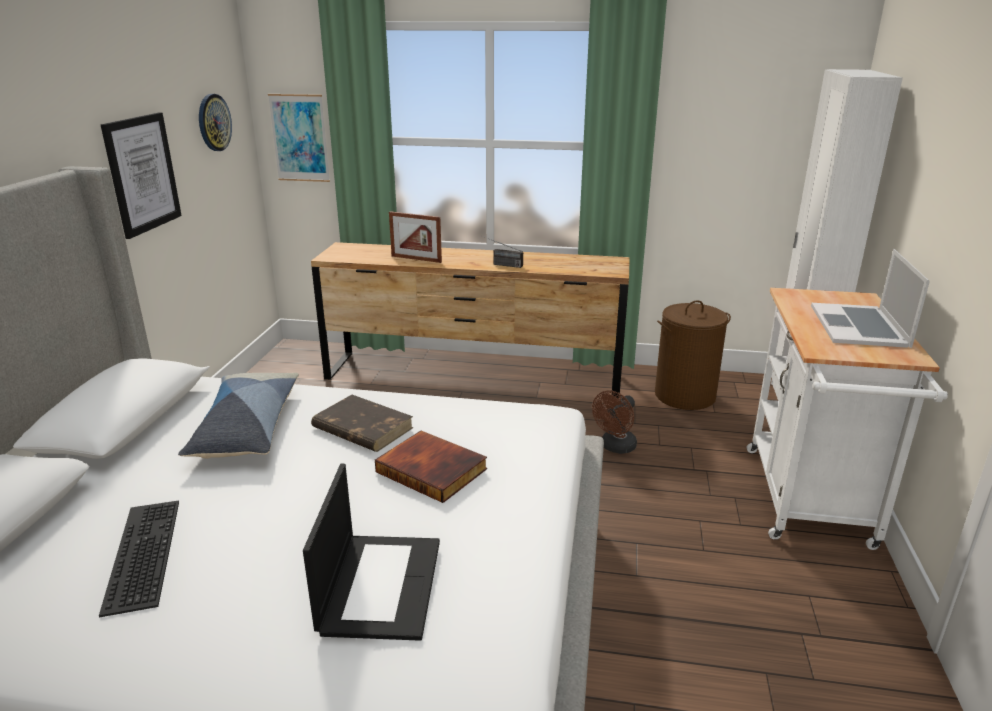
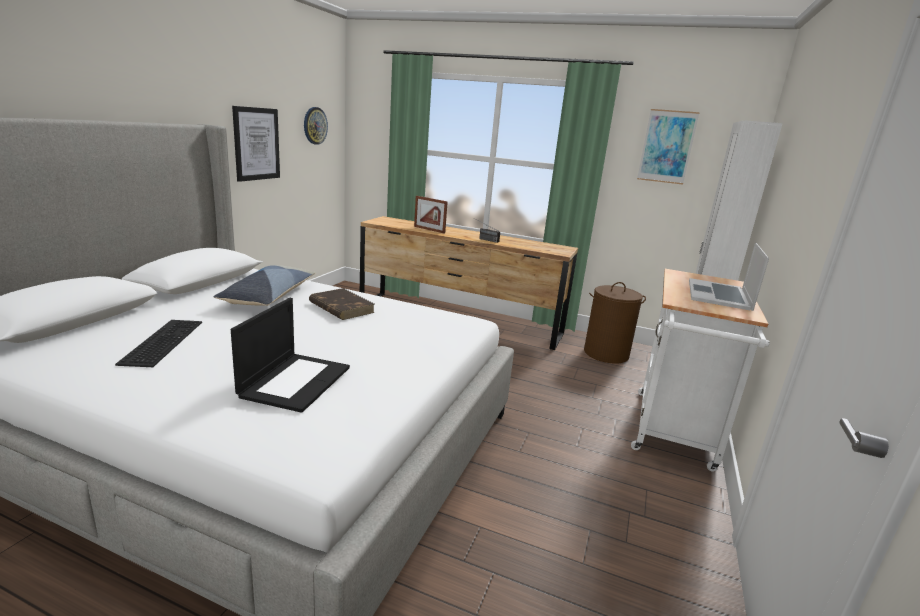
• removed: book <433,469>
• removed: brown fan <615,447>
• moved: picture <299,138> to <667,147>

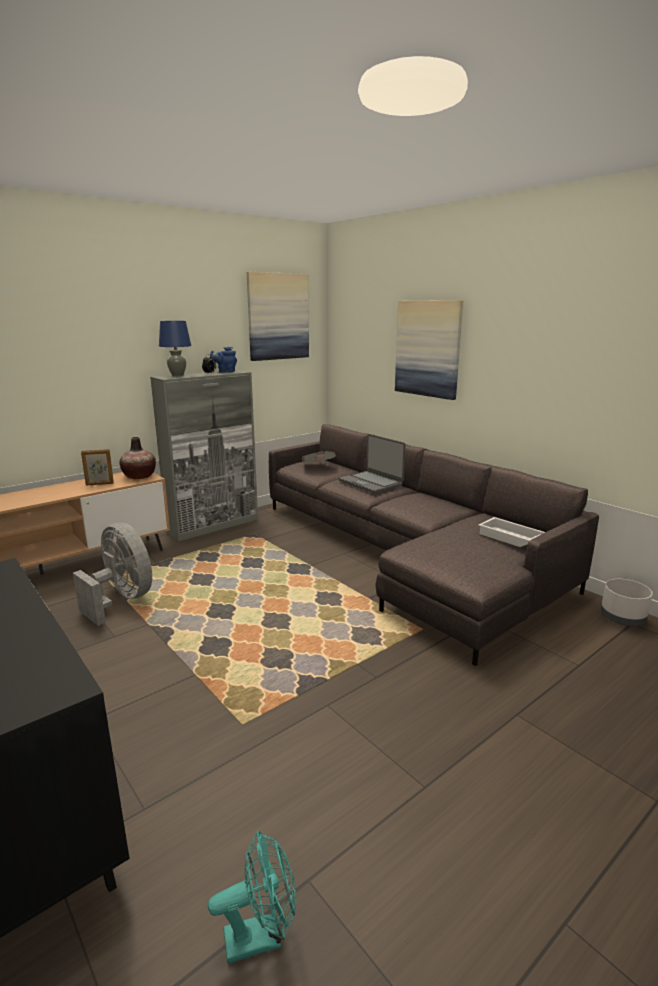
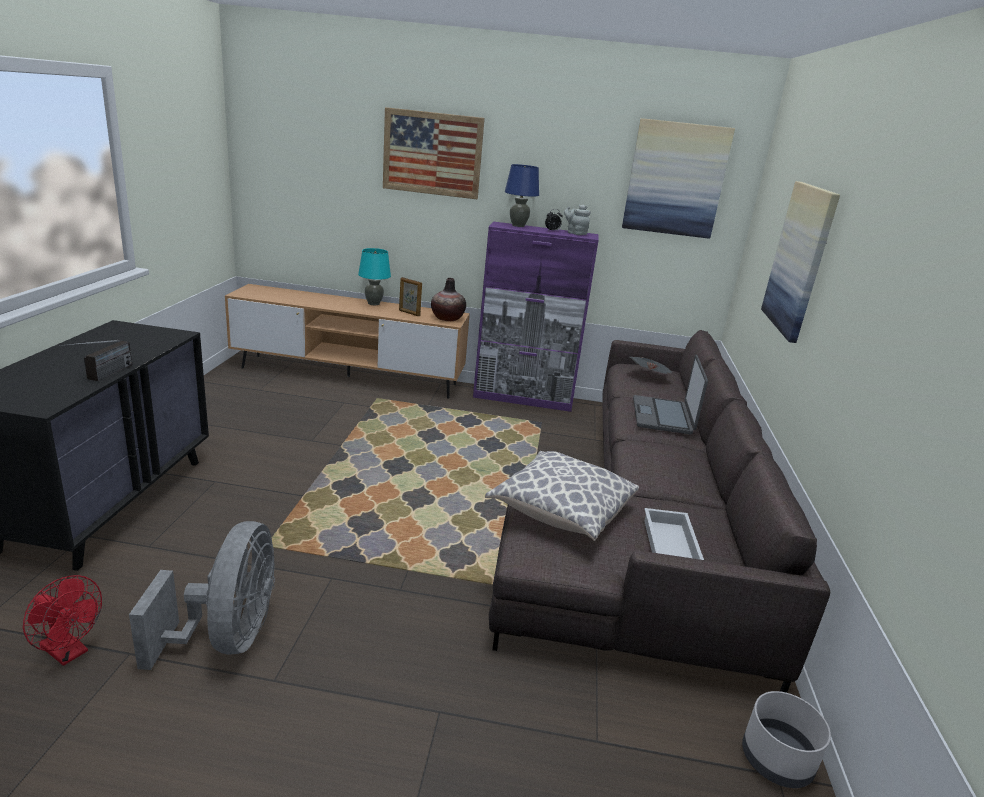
• added: radio <102,376>
• added: turquoise table lamp <373,303>
• added: picture <432,153>
• added: pillow <560,512>
• moved: grey fan <122,600> to <228,637>
• recoloured: grey cabinet <214,525> to purple cabinet <523,398>
• recoloured: turquoise fan <261,936> to red fan <69,652>
• recoloured: blue teapot <225,371> to grey teapot <575,233>

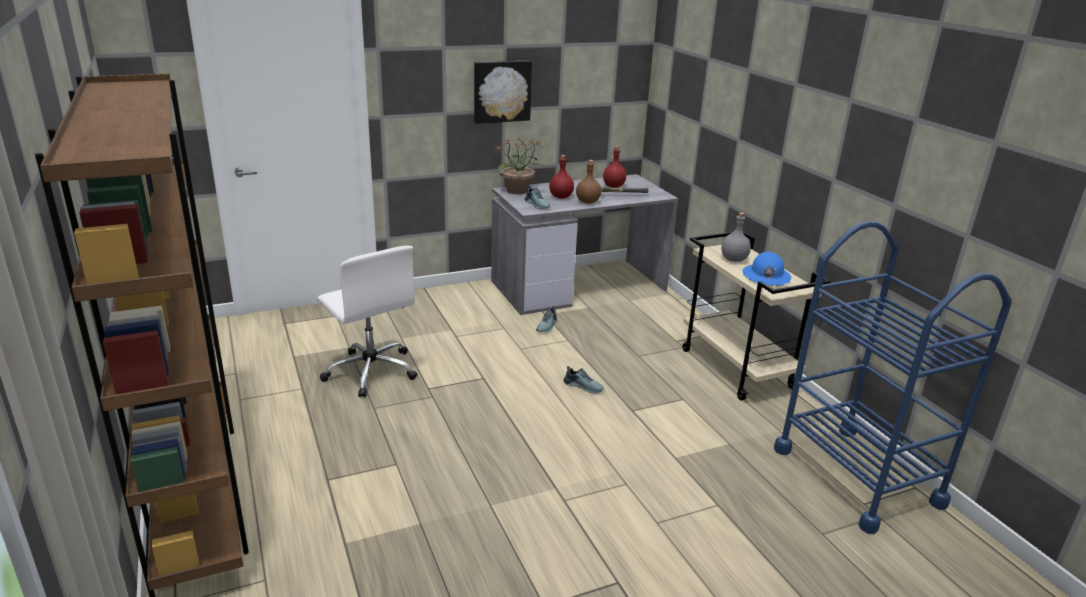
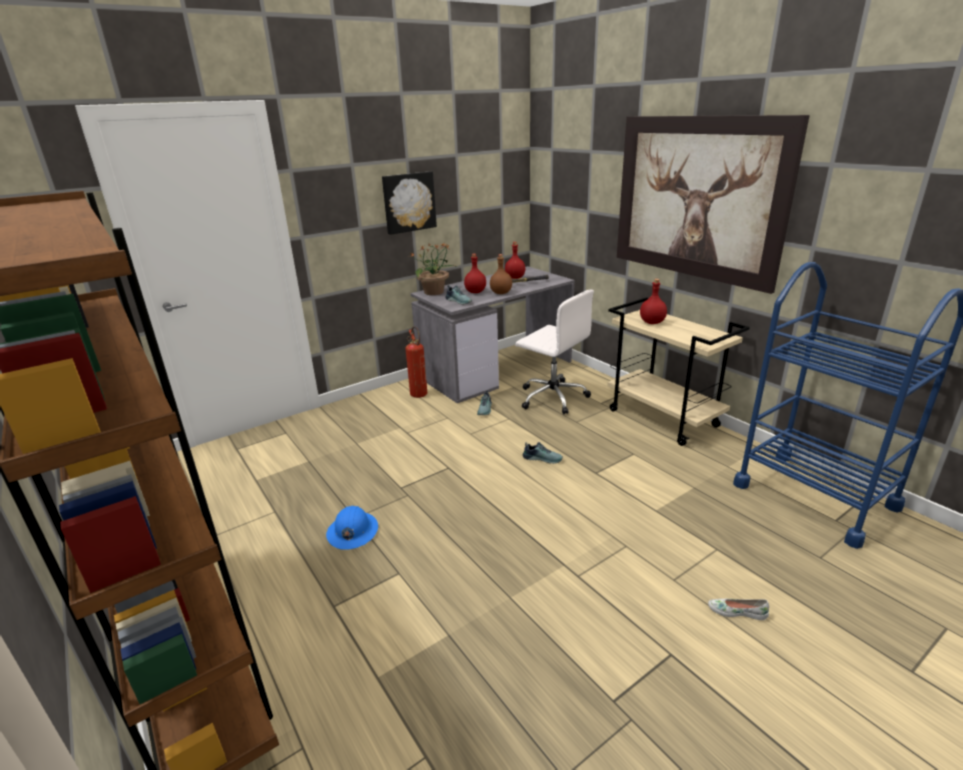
• added: fire extinguisher <420,396>
• added: picture <697,198>
• added: white shoe <737,611>
• moved: white office chair <371,371> to <552,397>
• moved: blue hard hat <765,276> to <352,532>
• recoloured: grey bottle <733,260> to red bottle <652,322>

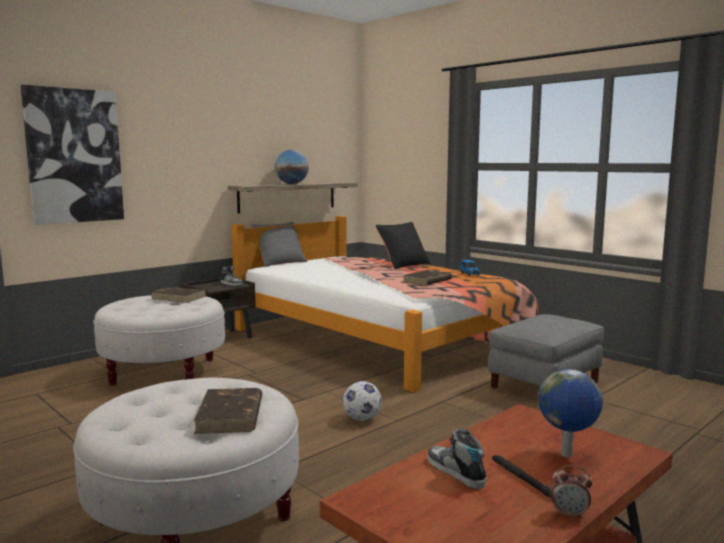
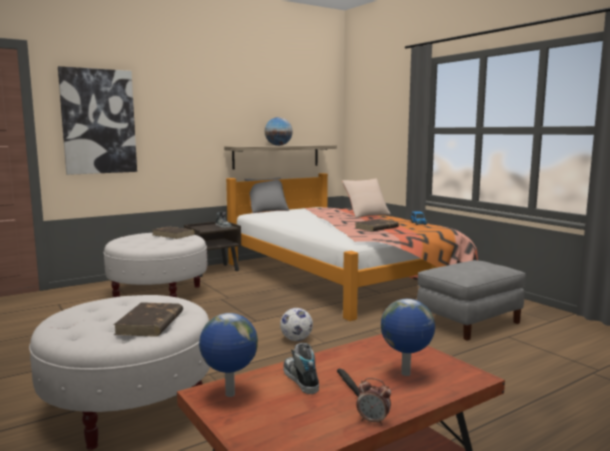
• added: globe <229,395>
• recoloured: black pillow <403,264> to beige pillow <366,214>

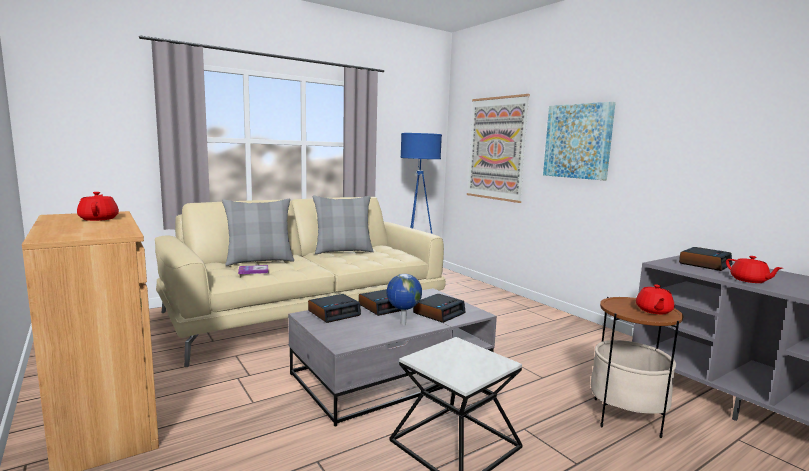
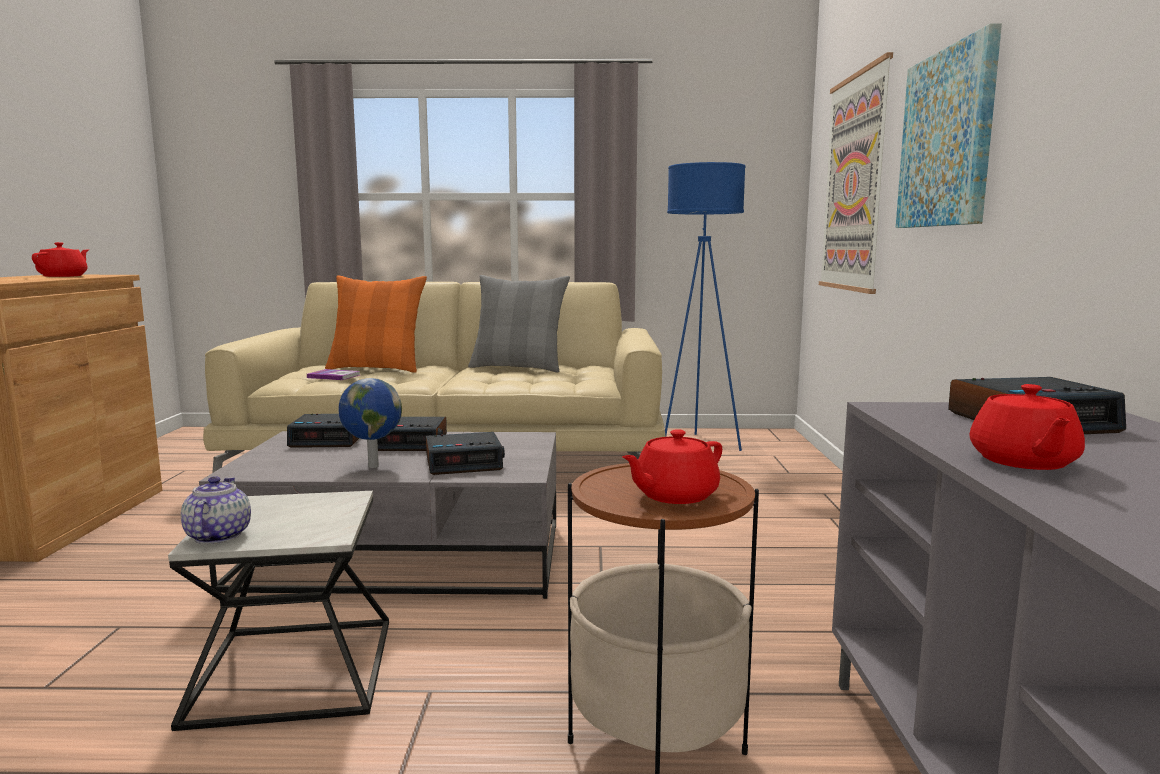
• added: teapot <217,536>
• recoloured: grey pillow <259,261> to orange pillow <377,368>

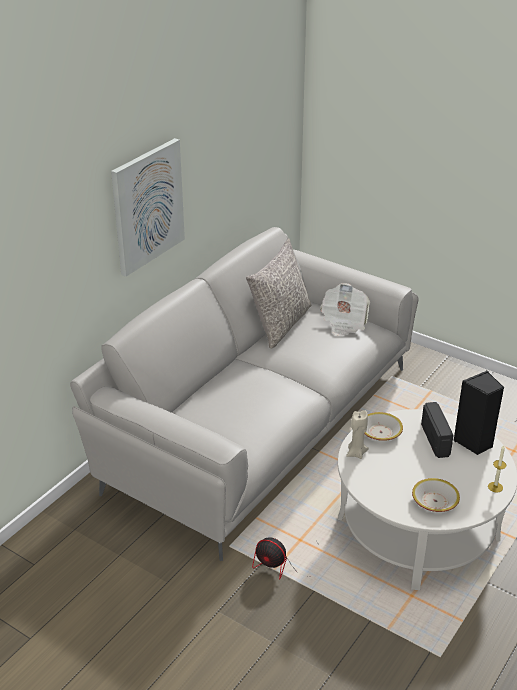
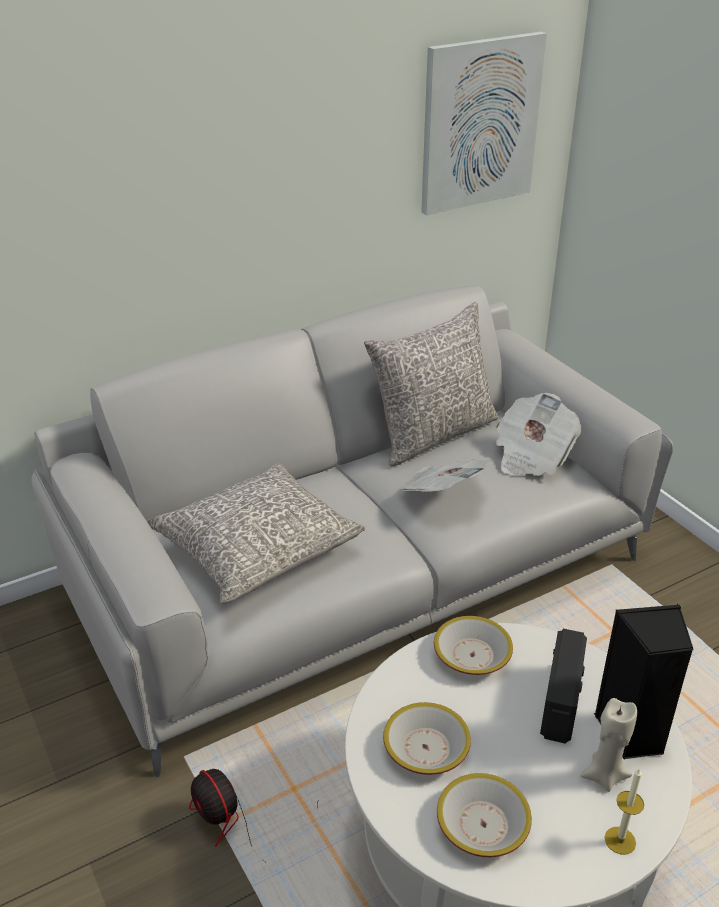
• added: grey pillow <257,547>
• added: bowl <425,748>
• added: newspaper <442,493>
• moved: picture <147,206> to <479,123>
• moved: beige candle <356,453> to <604,775>

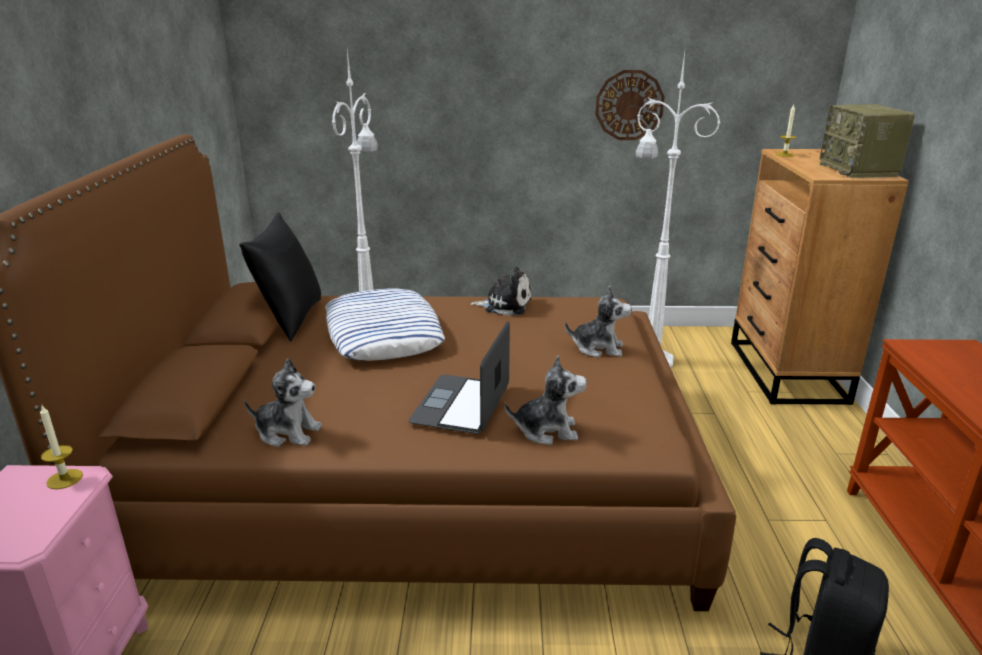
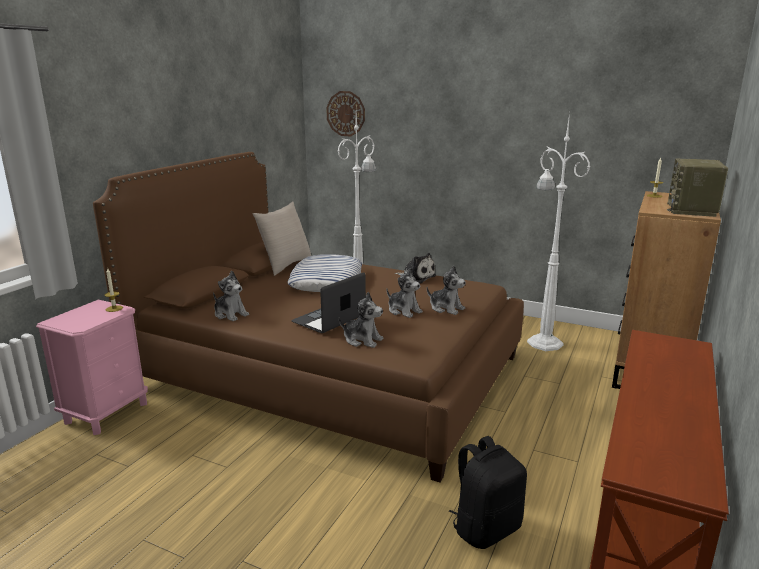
• added: plush toy <404,311>
• moved: wall clock <629,105> to <346,113>
• recoloured: black pillow <290,319> to beige pillow <285,265>

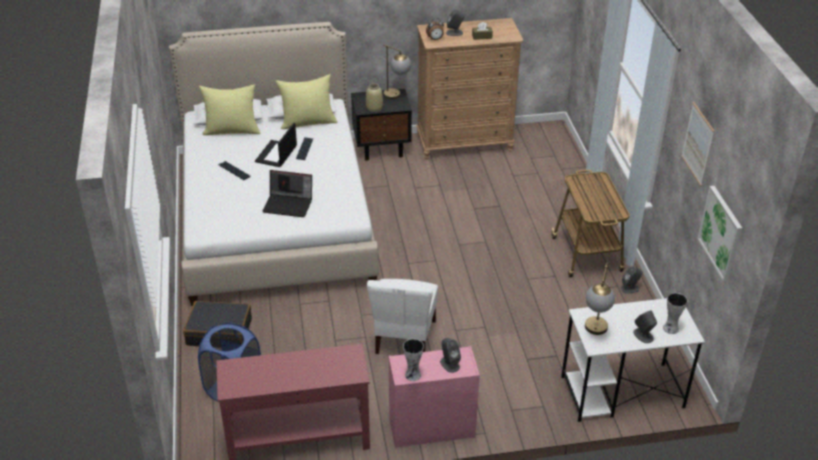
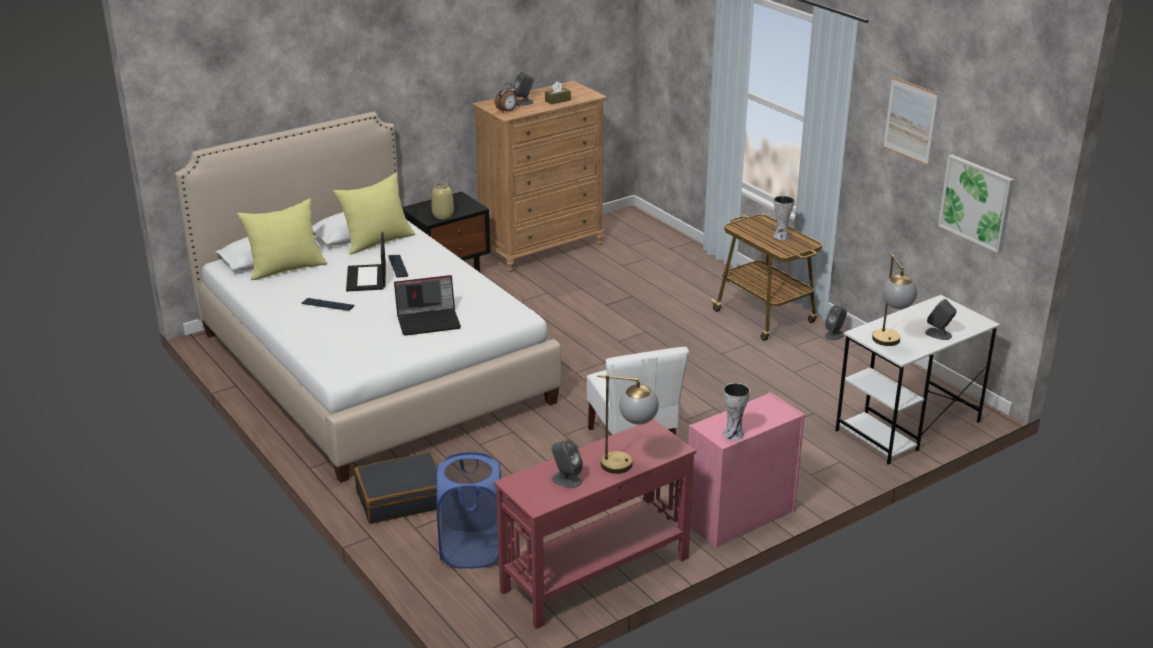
• moved: table lamp <397,97> to <628,465>
• moved: grey speaker <449,364> to <566,479>
• moved: vase <670,328> to <780,237>

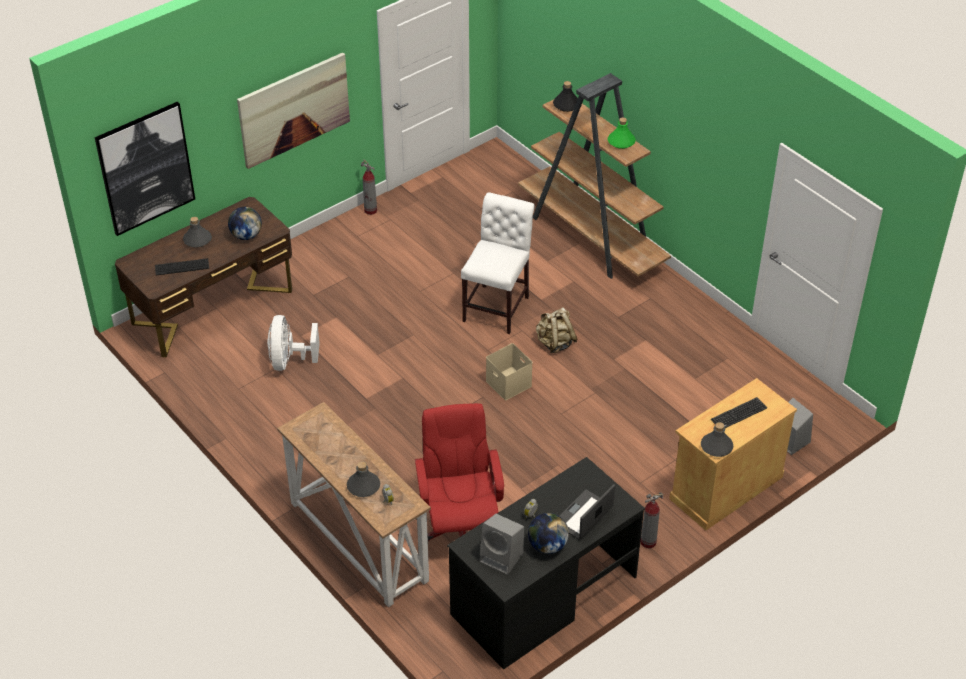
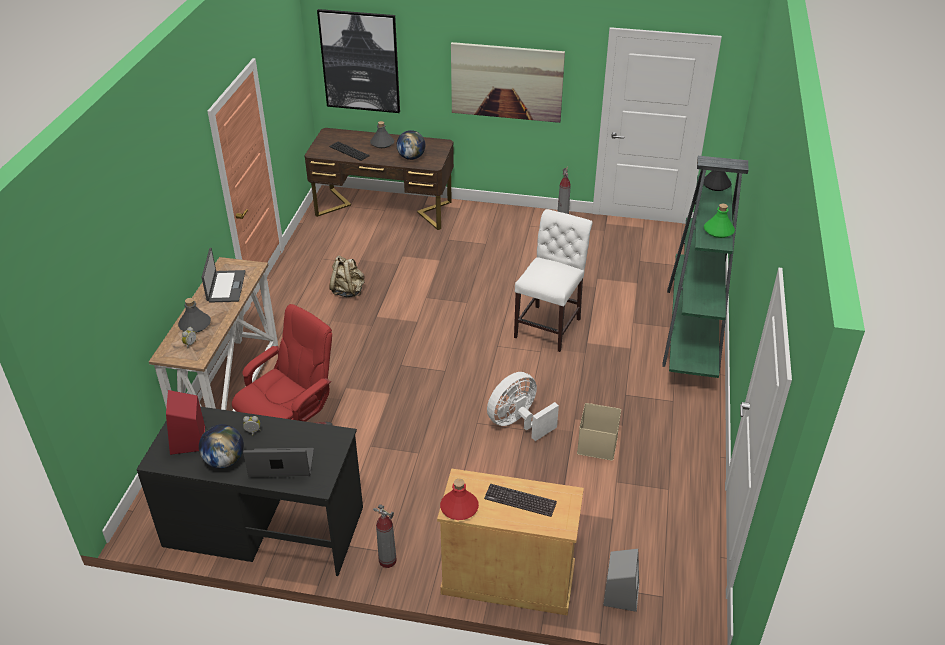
• added: laptop <225,287>
• moved: white fan <289,361> to <518,423>
• moved: beige storage box <509,383> to <598,445>
• moved: beige backpack <555,343> to <348,291>
• recoloured: grey speaker <502,557> to red speaker <188,441>
• recoloured: brown bookcase <592,238> to green bookcase <692,331>
• recoloured: grey bottle <716,447> to red bottle <459,507>
• turned: white chair <498,306> = <550,325> 45 degrees counterclockwise

